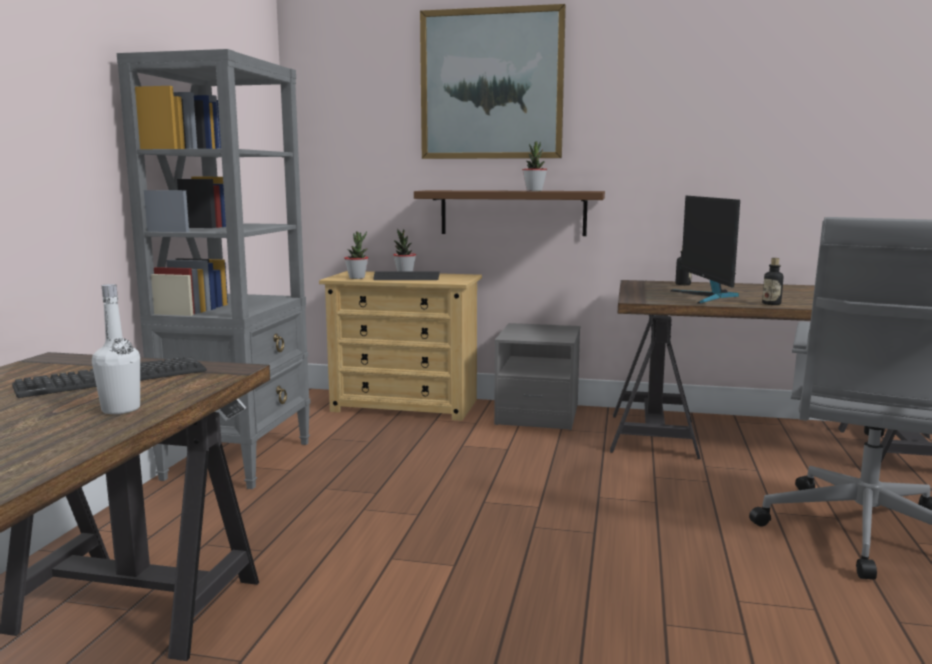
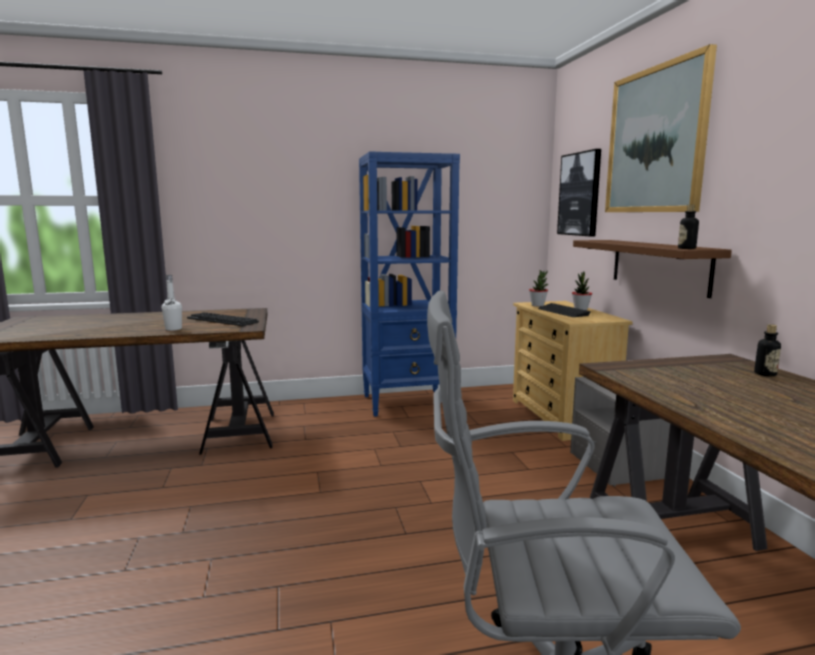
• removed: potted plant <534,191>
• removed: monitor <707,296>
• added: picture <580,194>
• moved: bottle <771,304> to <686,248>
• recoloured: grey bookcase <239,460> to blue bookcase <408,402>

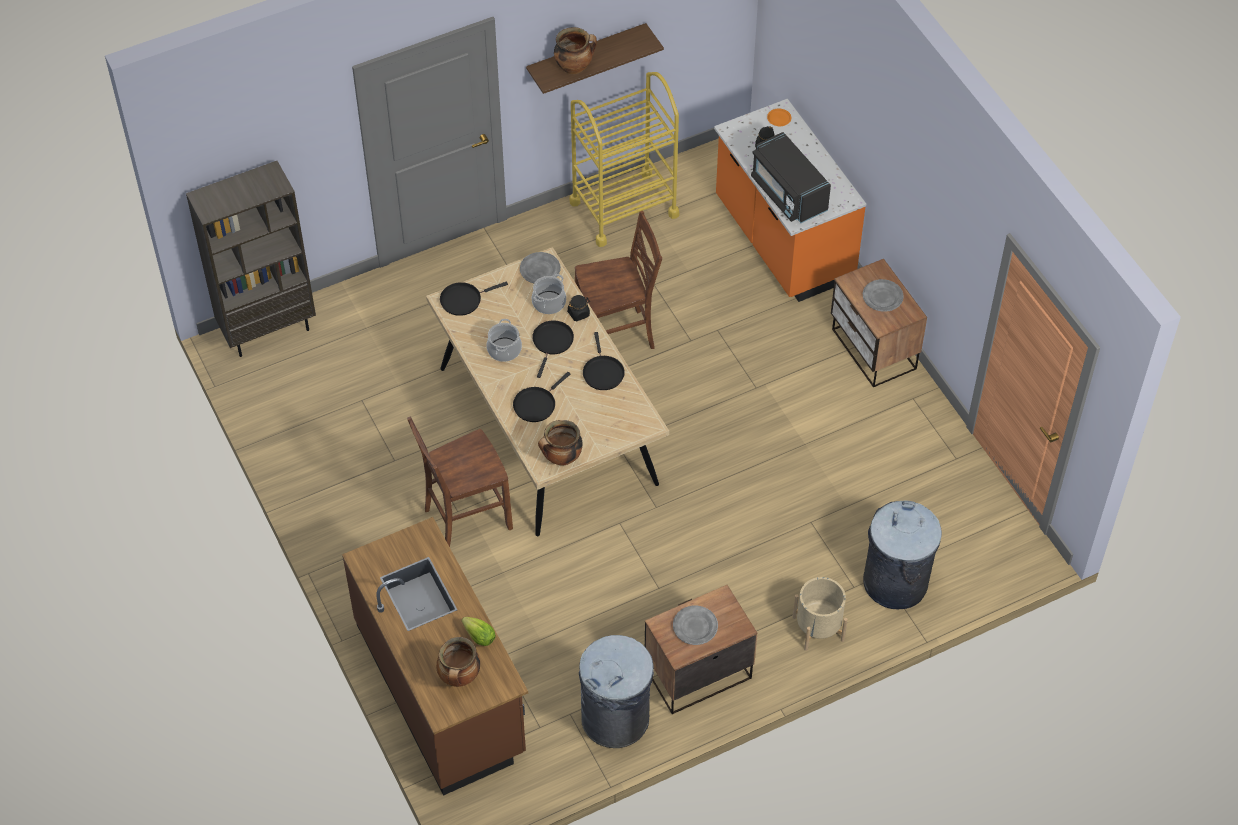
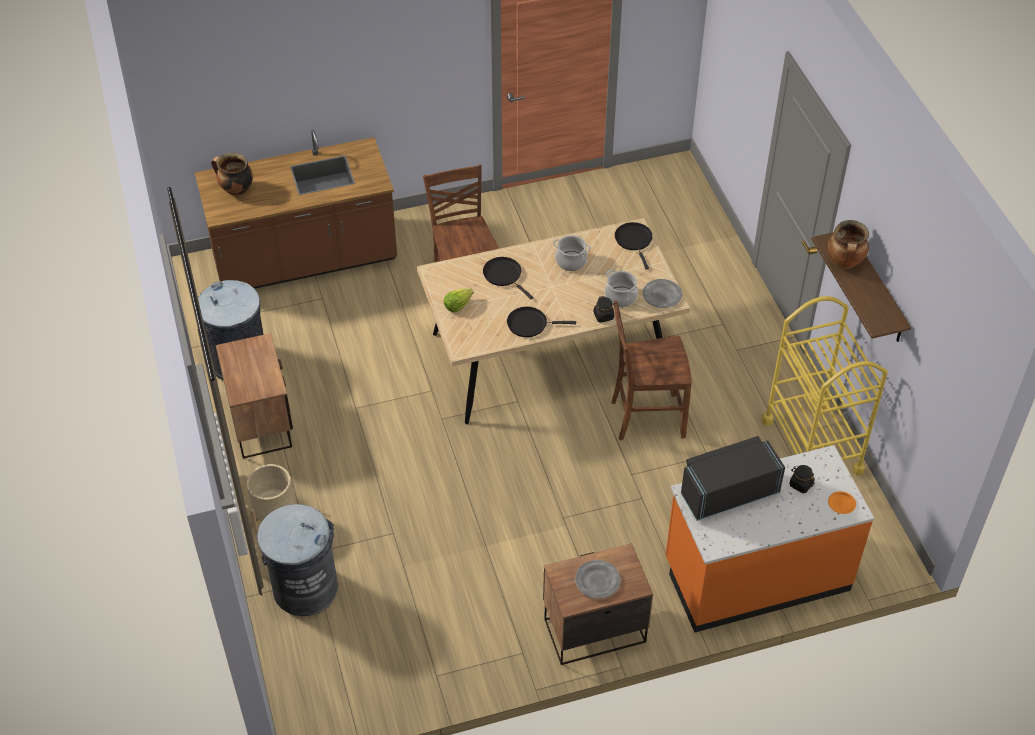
• removed: brown bookcase <268,329>
• removed: black frying pan <552,342>
• removed: cooking pot <561,458>
• removed: grey plate <695,627>
• moved: lettuce <479,637> to <457,305>
• turned: brown chair <617,336> = <645,418> 90 degrees clockwise

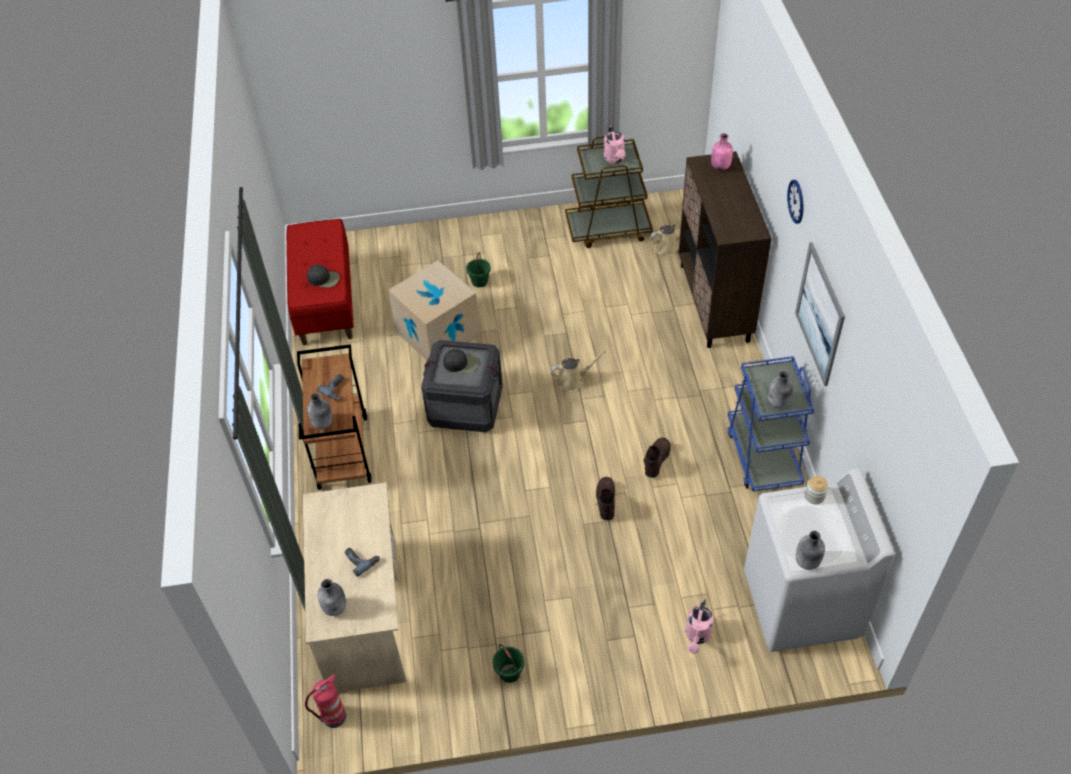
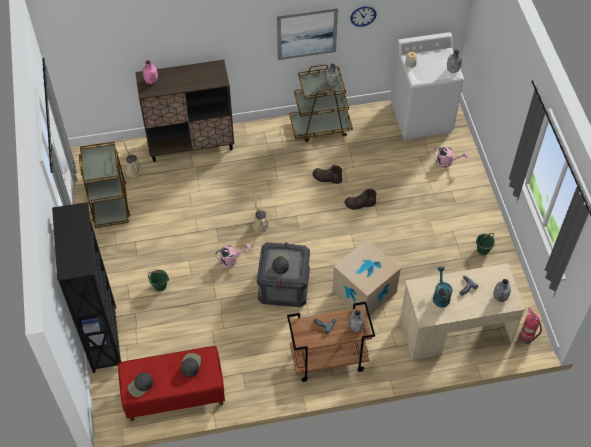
• added: black bookcase <105,338>
• added: black cap <140,386>
• added: turquoise watering can <440,296>
• moved: cardboard box <438,333> to <364,291>
• moved: pink watering can <615,159> to <232,260>
• moved: wall clock <796,201> to <363,16>
• recoloured: blue cart <763,455> to brown cart <320,126>

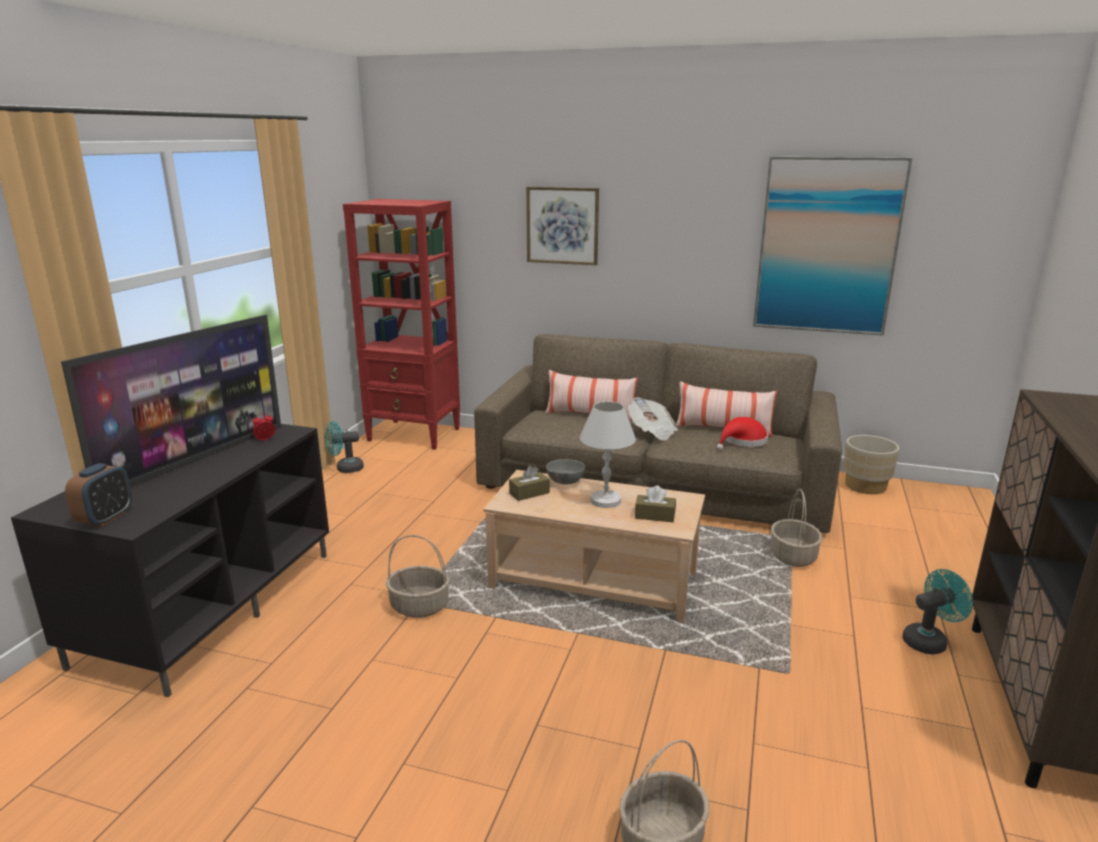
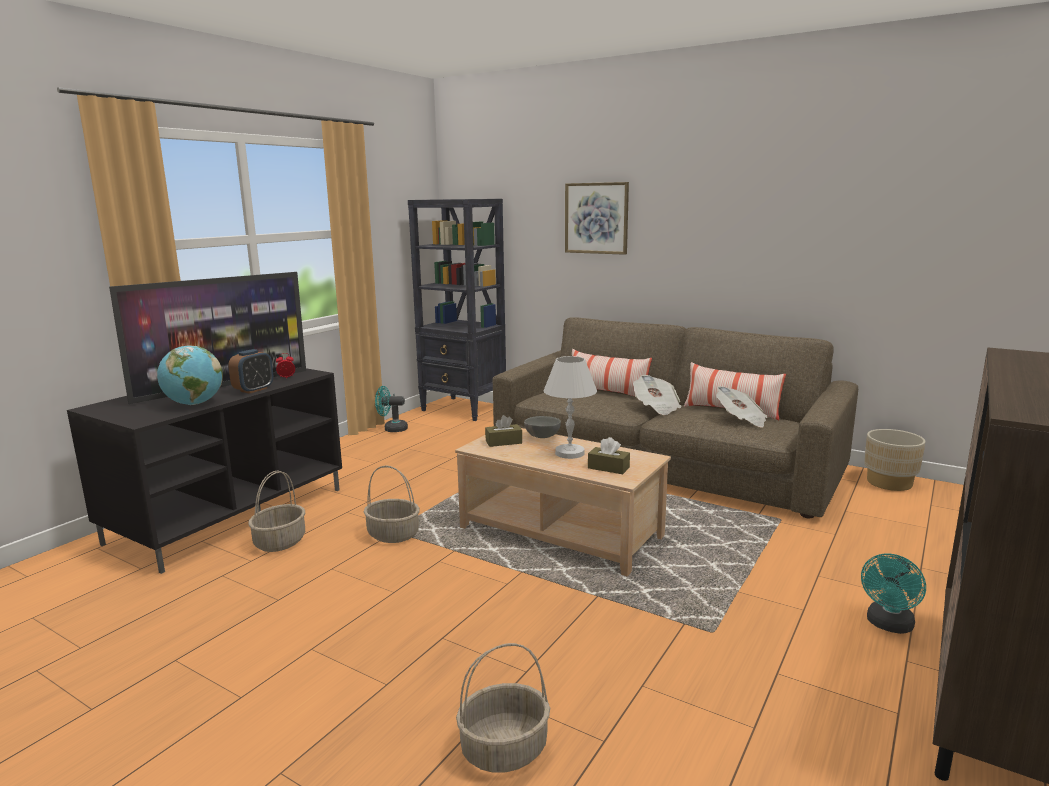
• removed: picture <827,246>
• added: globe <194,404>
• moved: alarm clock <105,518> to <254,390>
• moved: basket <792,556> to <280,542>
• replaced: red hat <742,441> to newspaper <741,420>
• recoloured: red bookcase <415,435> to black bookcase <464,409>
• turned: turquoise fan <929,640> = <888,625> 135 degrees clockwise

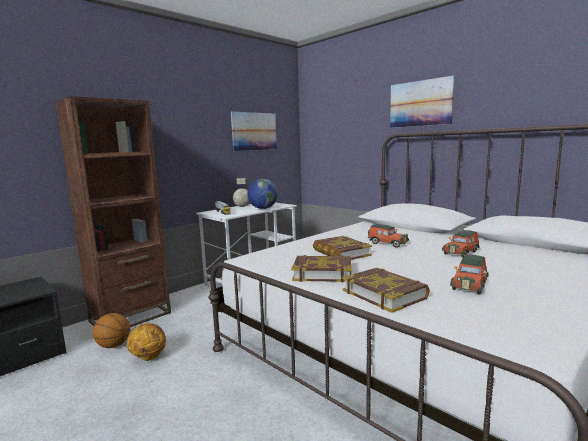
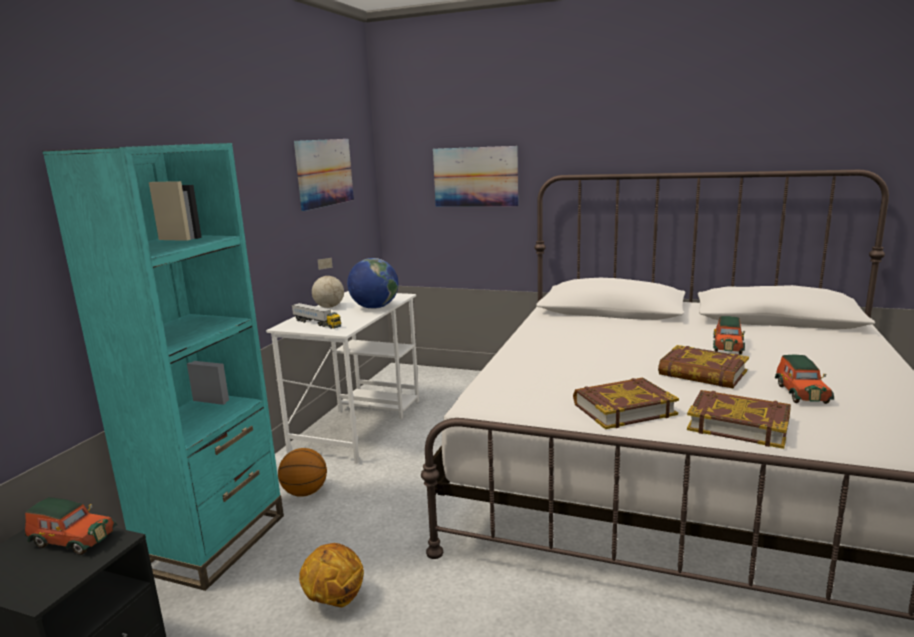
• moved: basketball <113,345> to <304,492>
• moved: book <341,253> to <702,373>
• moved: toy car <387,243> to <71,539>
• moved: picture <420,103> to <475,177>
• recoloured: brown bookcase <130,317> to turquoise bookcase <214,542>

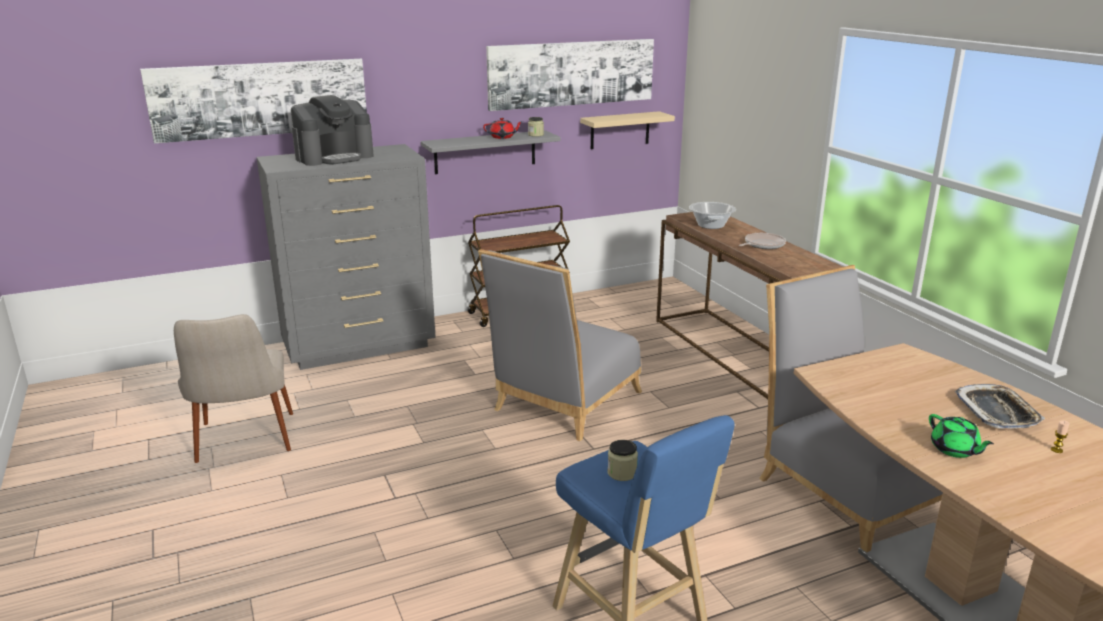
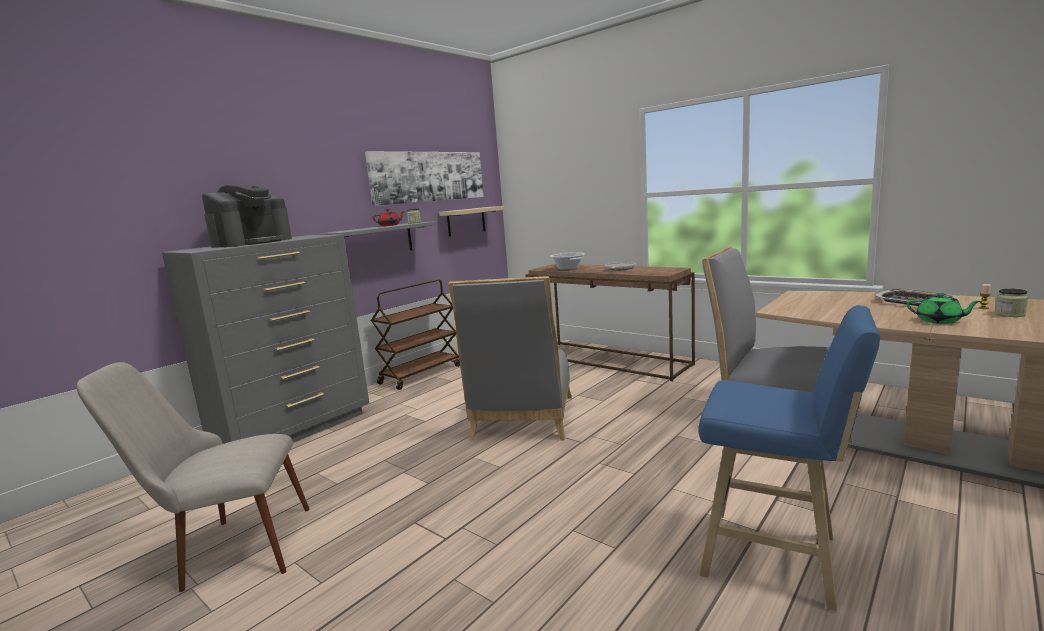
• removed: picture <260,99>
• moved: jar <622,473> to <1009,314>
• turned: beige chair <244,447> = <226,550> 120 degrees clockwise

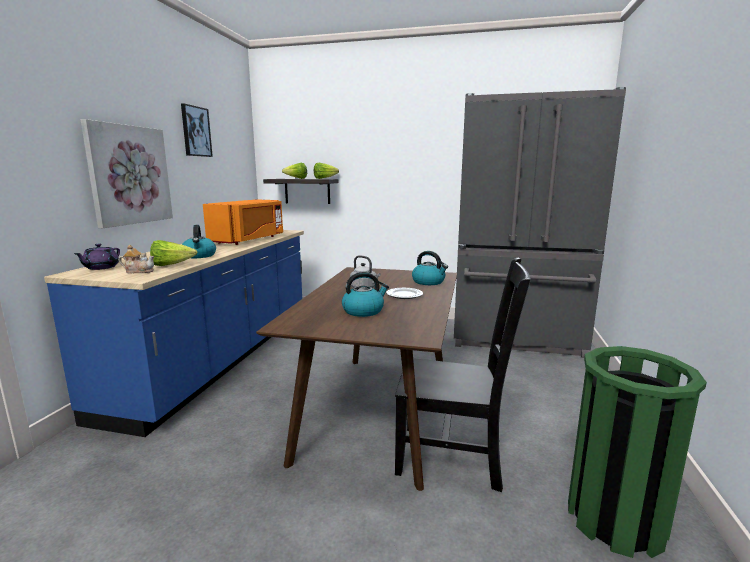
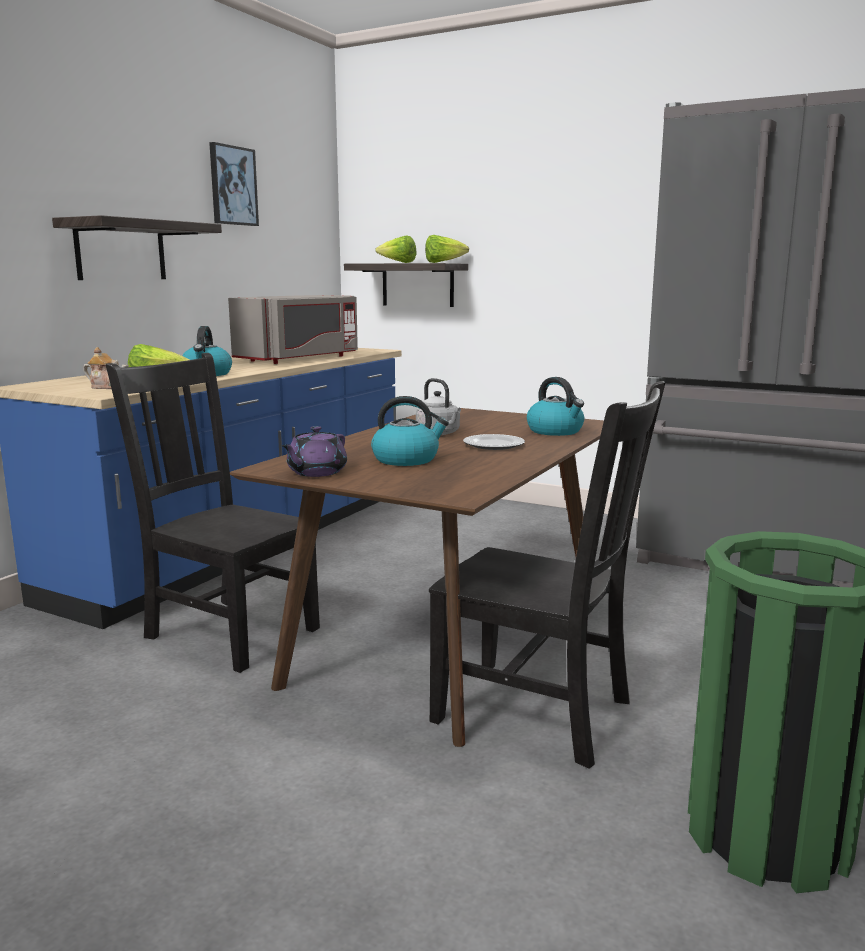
• added: black chair <228,631>
• moved: purple teapot <101,268> to <316,472>
• replaced: picture <129,175> to shelf <121,251>
• recoloured: orange microwave <248,240> to grey microwave <299,359>

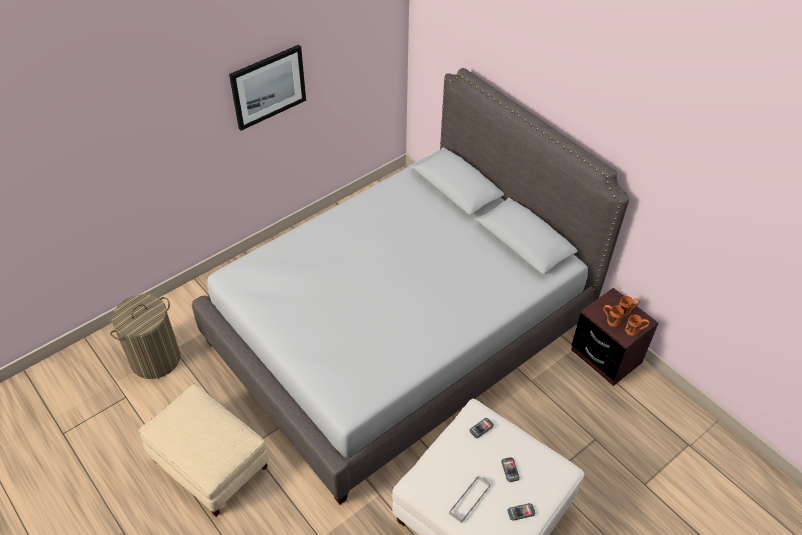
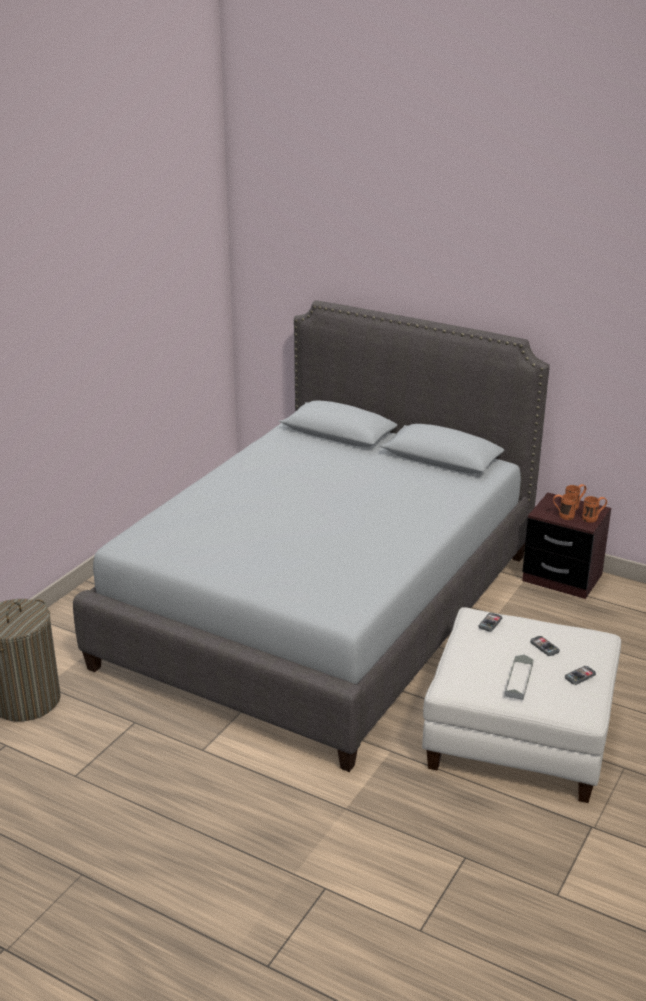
• removed: beige ottoman <211,463>
• removed: picture <268,86>

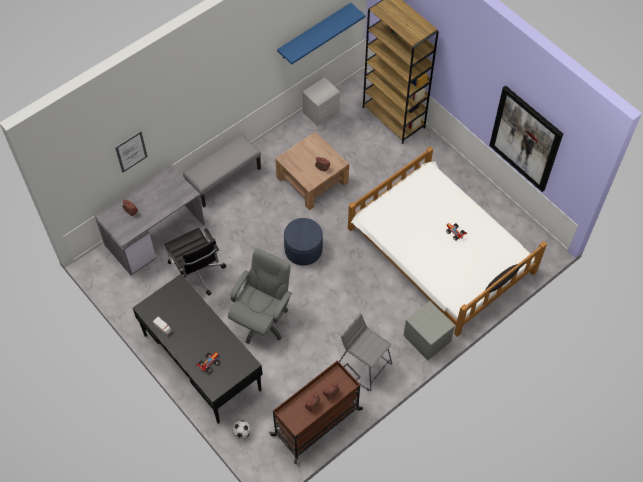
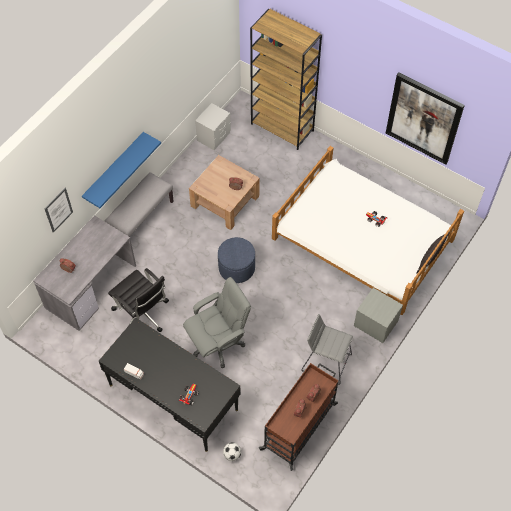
• moved: blue shelf <314,31> to <114,168>
• turned: grey office chair <262,320> = <218,343> 45 degrees clockwise

